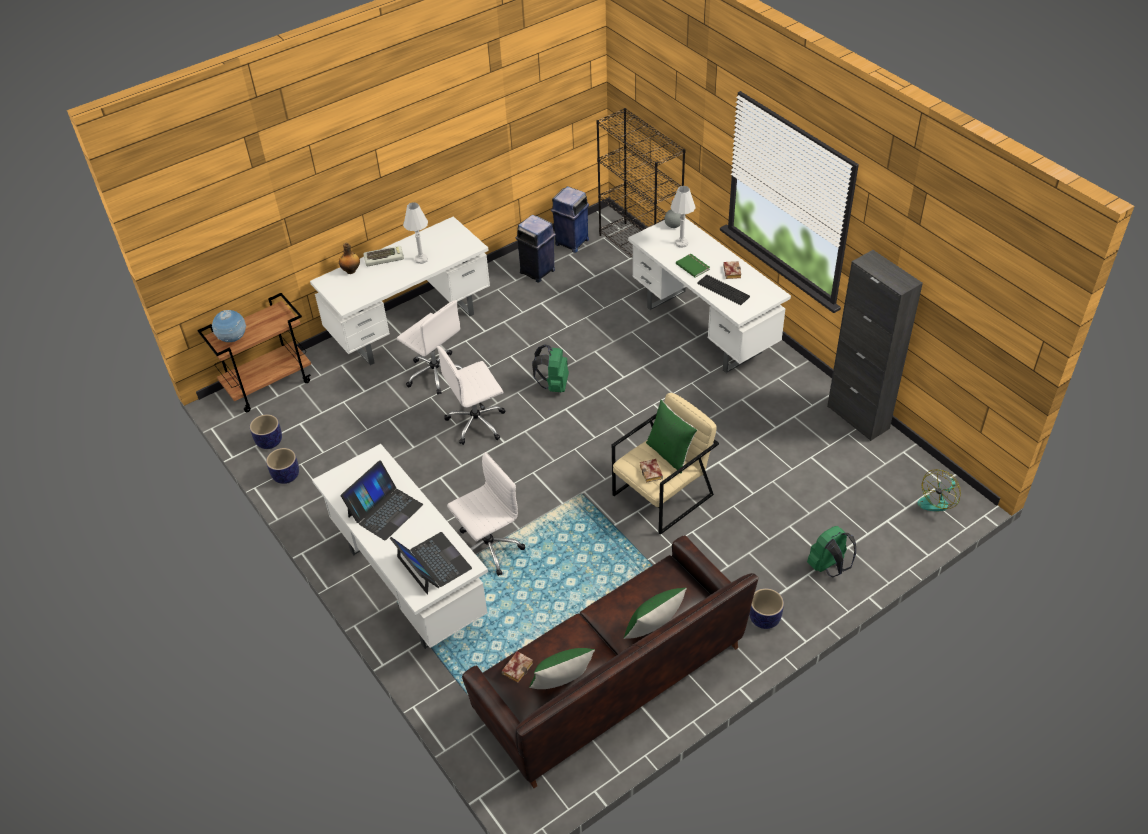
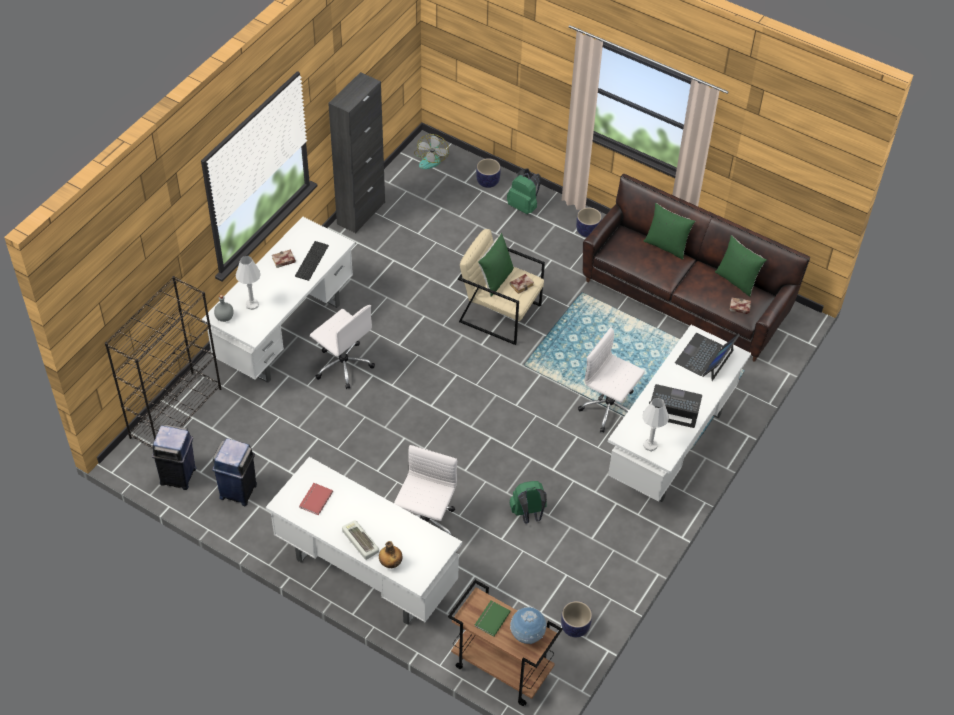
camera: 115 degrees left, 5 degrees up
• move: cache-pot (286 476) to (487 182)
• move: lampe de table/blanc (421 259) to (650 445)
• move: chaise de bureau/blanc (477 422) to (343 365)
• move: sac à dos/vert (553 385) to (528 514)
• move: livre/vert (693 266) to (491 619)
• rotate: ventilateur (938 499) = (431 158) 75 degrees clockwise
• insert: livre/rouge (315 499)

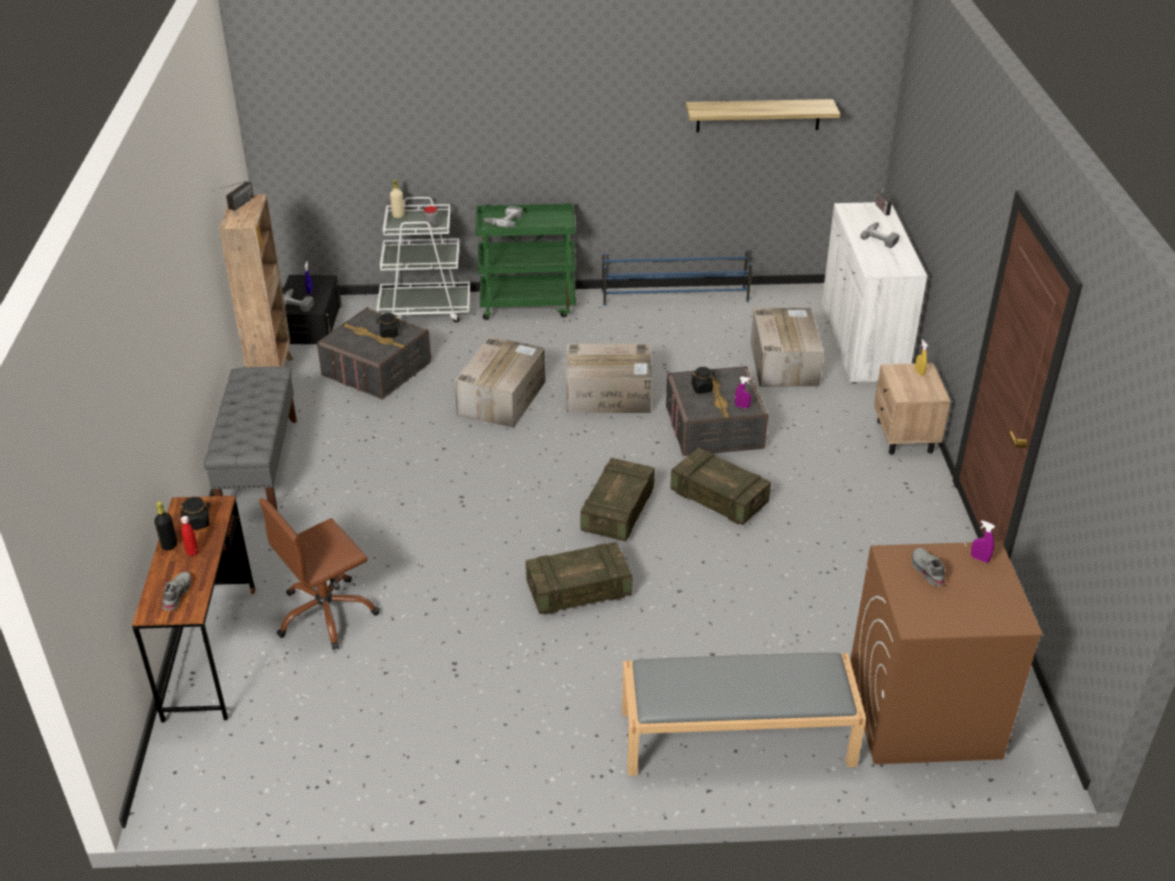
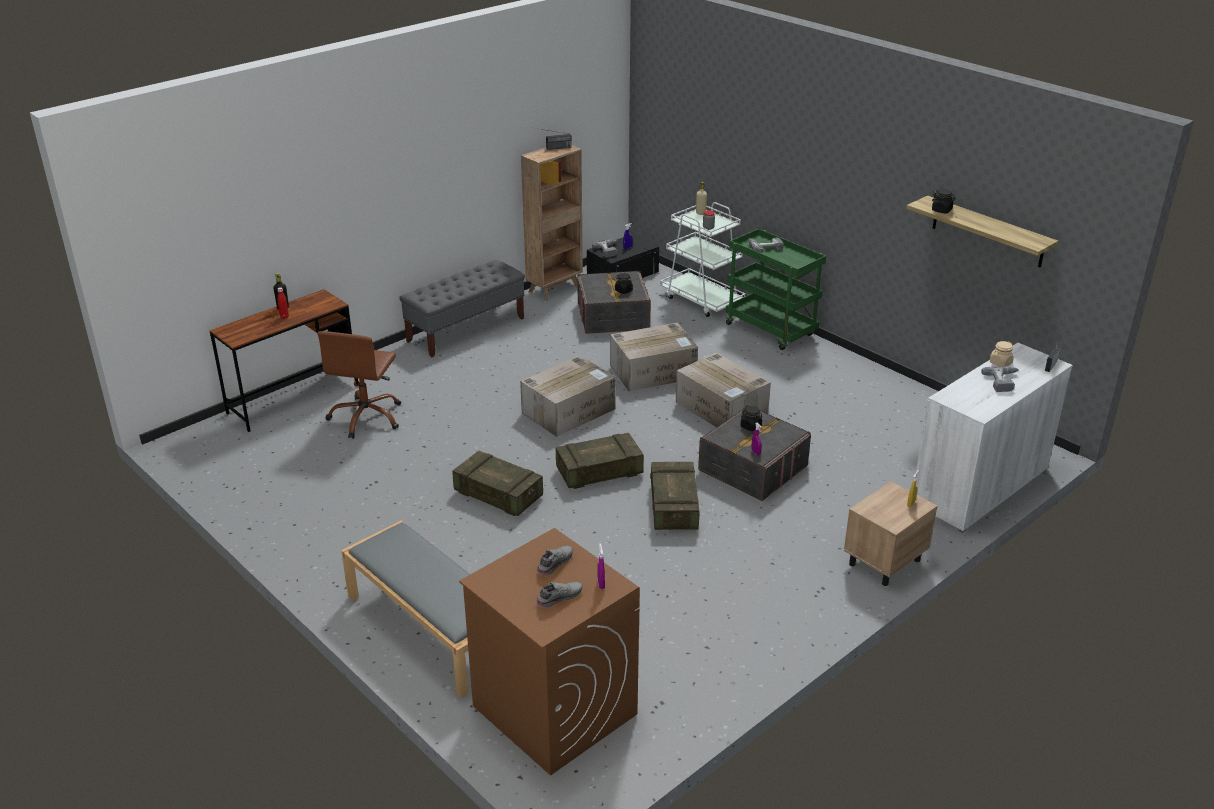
camera: 50 degrees right, 5 degrees down
• move: chaussure/gris (176 594) to (558 597)
• move: bocal/noir (198 523) to (942 210)
• rotate: chaise de bureau/marron (326 614) = (366 417) 90 degrees counterclockwise
• delete: étagère à chaussures/bleu (675 296)
• move: carton (783 362) to (569 410)
• insert: bocal/beige (1000 363)

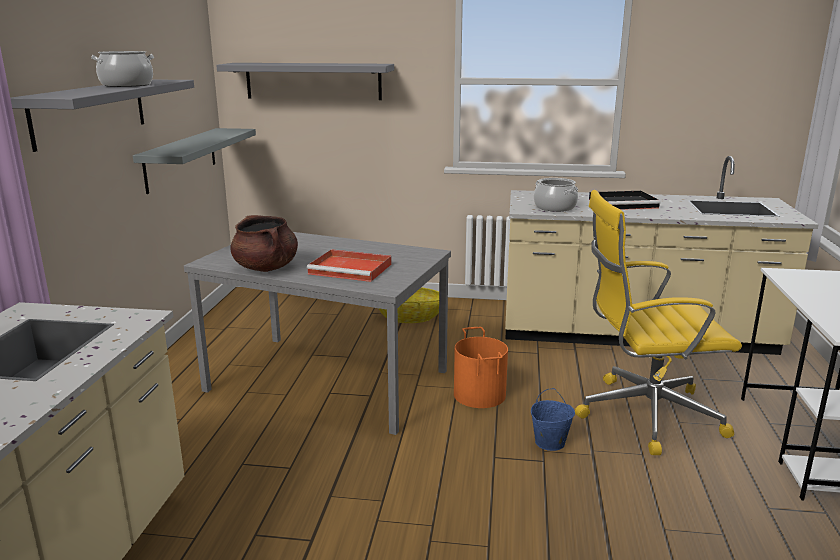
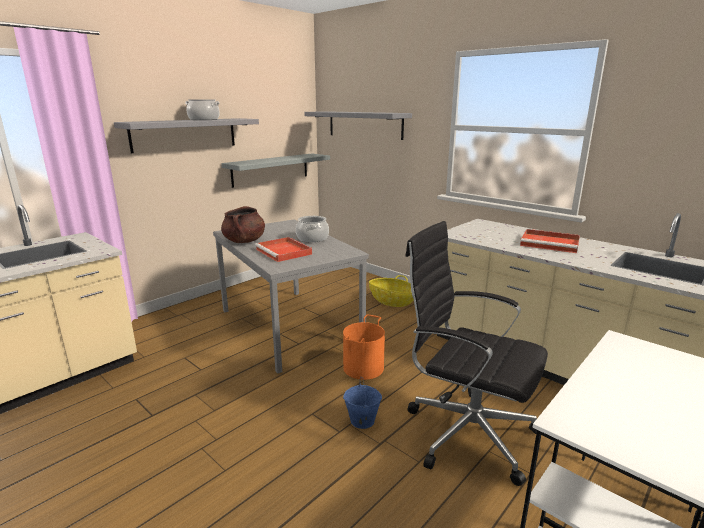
camera: 35 degrees right, 0 degrees up
• move: marmite (555 207) to (313 238)
• recolor: chaise de bureau/jaune (644 414) to chaise de bureau/noir (466 432)
• recolor: plateau/noir (624 203) to plateau/rouge (551 243)

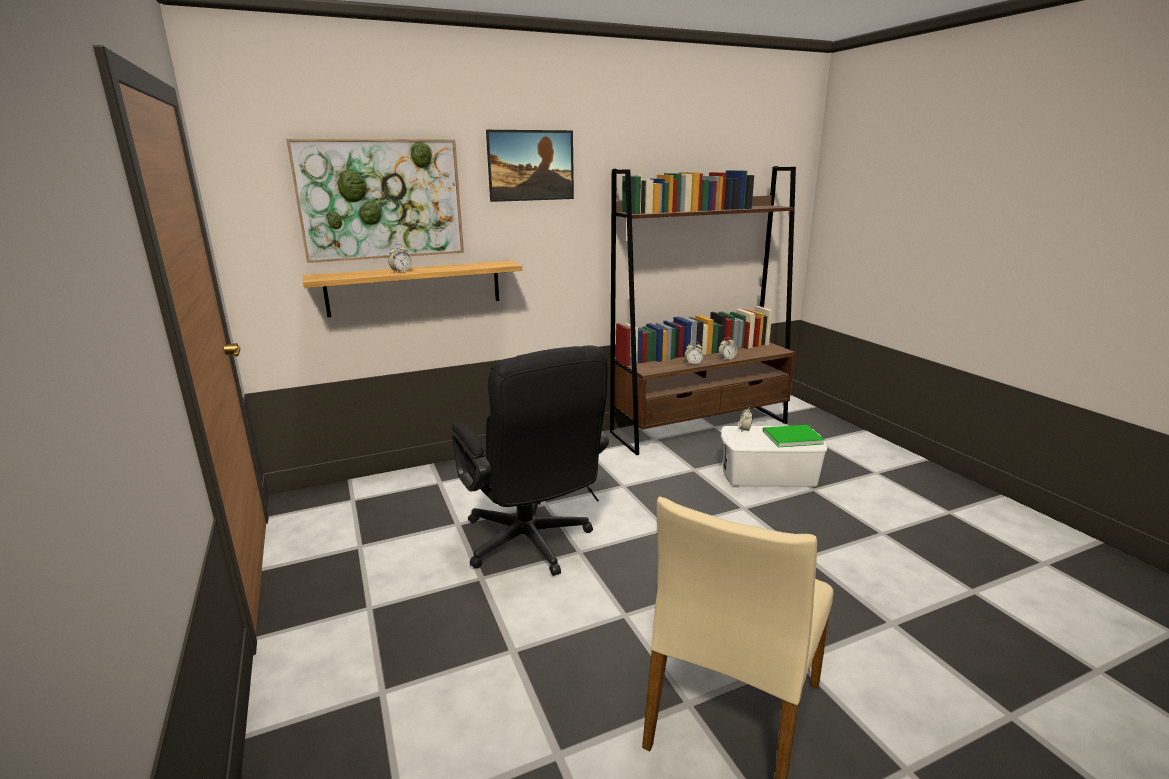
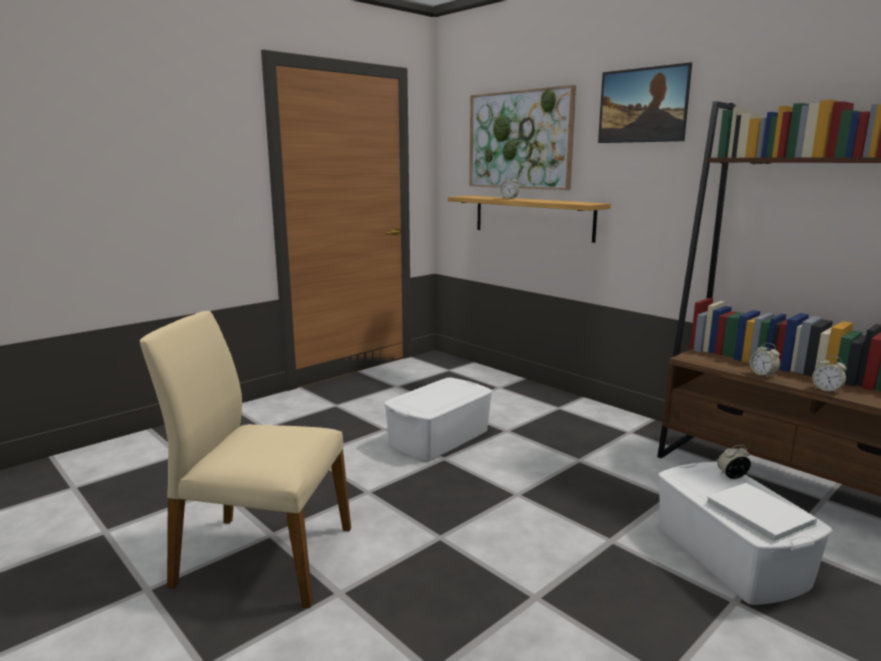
camera: 70 degrees right, 5 degrees down
• replace: chaise de bureau/noir (531 545) to boîte de rangement/blanc (438 438)
• recolor: livre/vert (790 437) to livre/blanc (758 512)

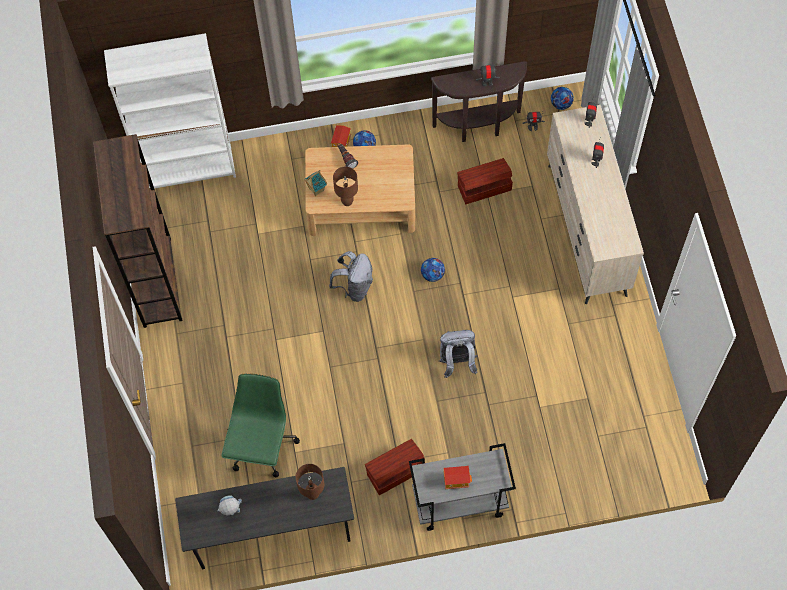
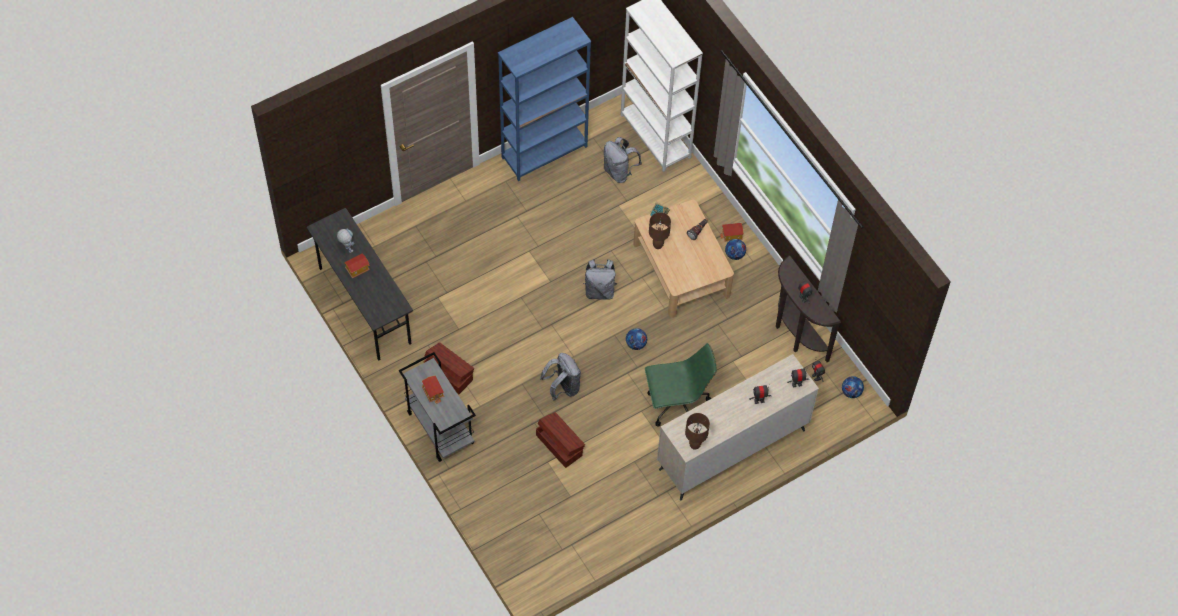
camera: 65 degrees right, 5 degrees down
• recolor: bibliothèque/marron (157 282) to bibliothèque/bleu (544 152)
• move: chaise de bureau/vert (262 447) to (676 405)
• move: lampe de table/marron (313 494) to (694 445)
• move: boîte de rangement/marron (483 187) to (559 444)
• insert: maison miniature (357 269)
• insert: sac à dos/gris (619 172)

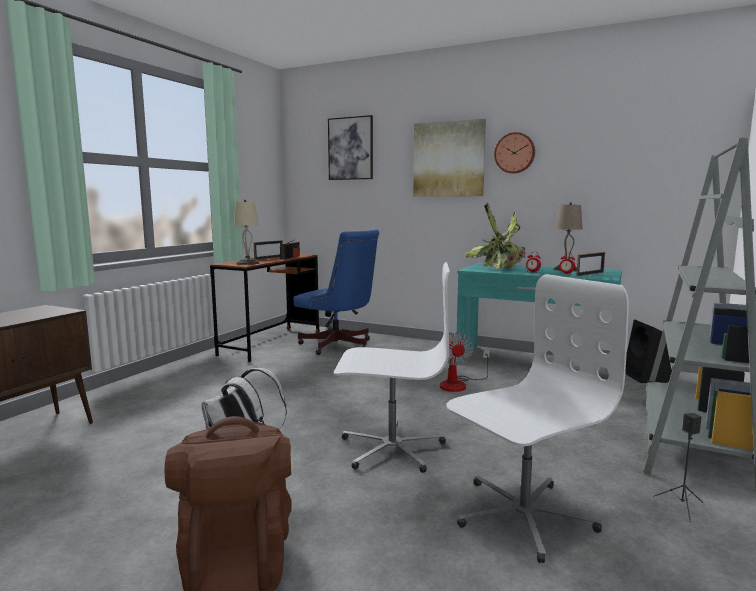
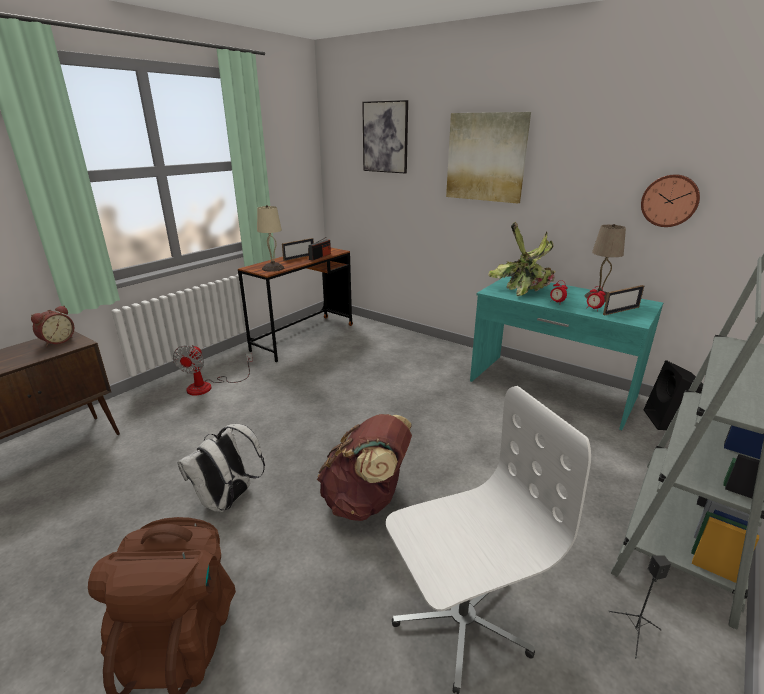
camera: 10 degrees right, 15 degrees up
• delete: chaise de bureau/bleu (339 346)
• replace: chaise de bureau/blanc (391 448) to sac à dos/marron (366 501)
• move: ventilateur (459 384) to (208 386)
• move: horloge murale (515 153) to (670 200)
• insert: réveil (57 341)

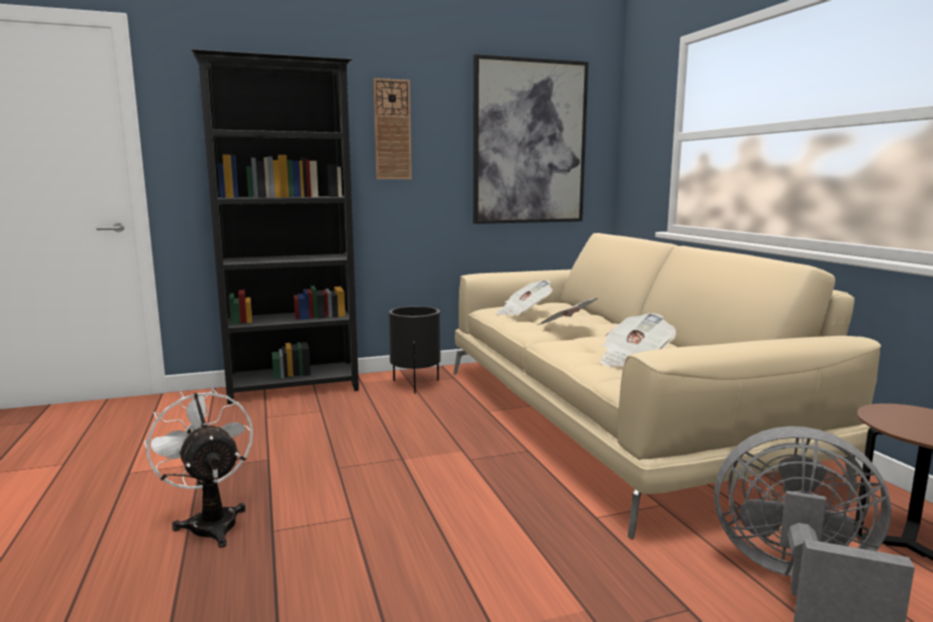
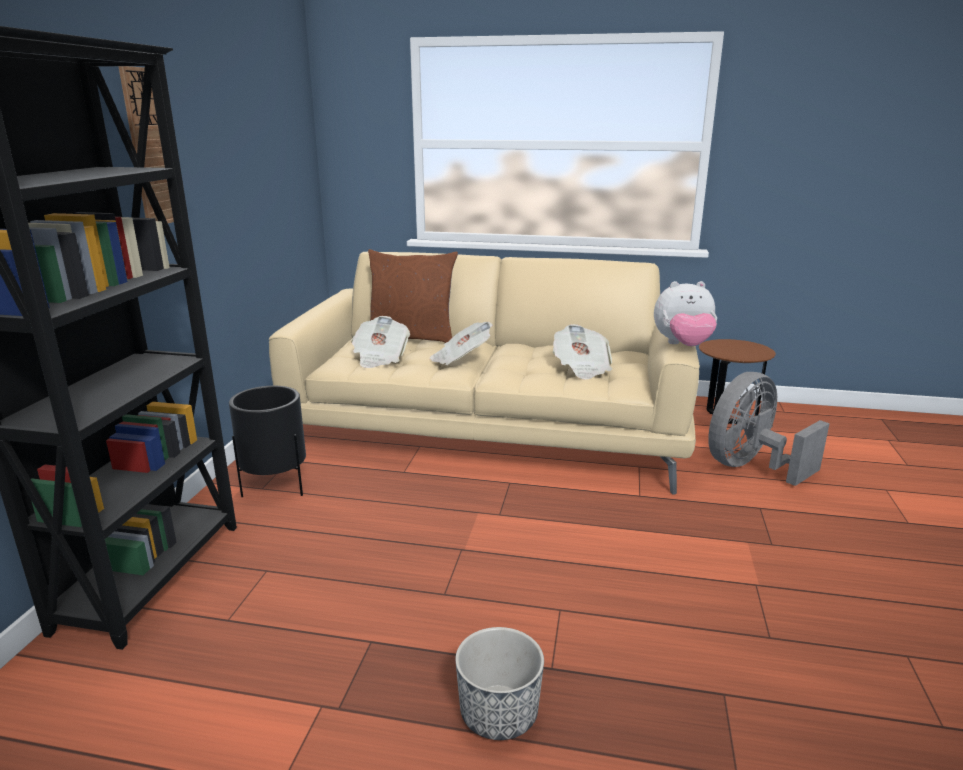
camera: 60 degrees left, 10 degrees up
• replace: ventilateur/blanc (211 522) to cache-pot (499 714)
• delete: tableau (529 142)
• insert: coussin/marron (411 337)
• insert: peluche (683 345)

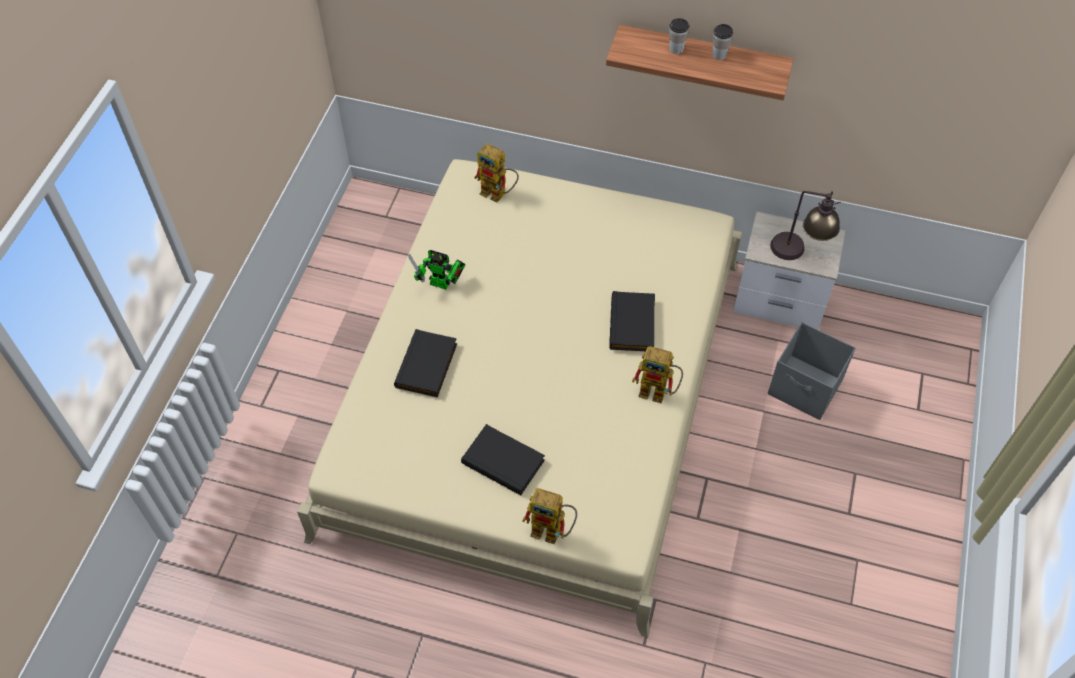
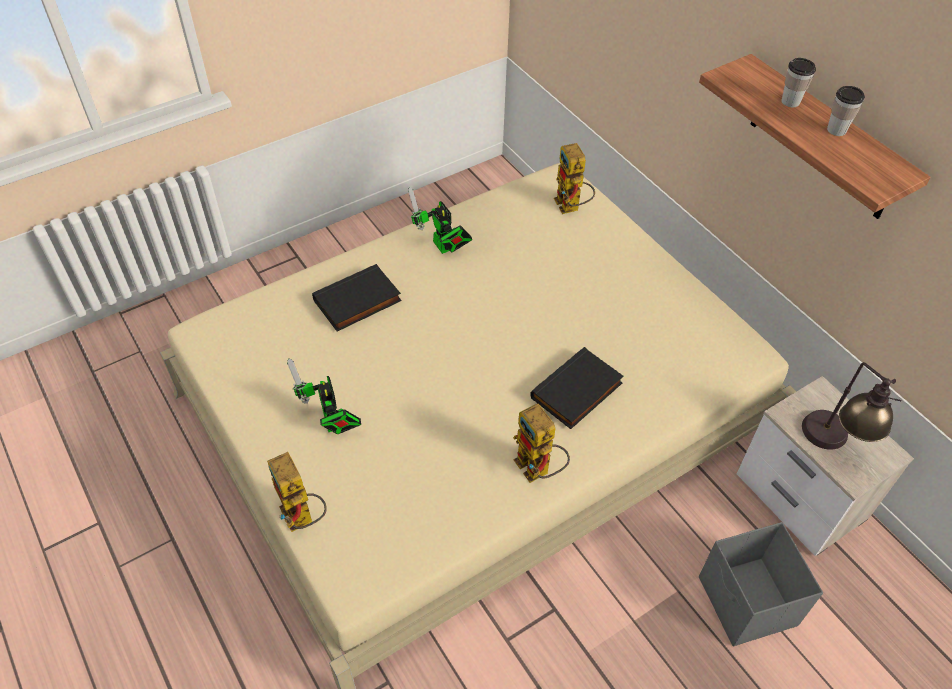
camera: 40 degrees right, 5 degrees down
• replace: livre/noir (504 461) to robot jouet (332 425)

